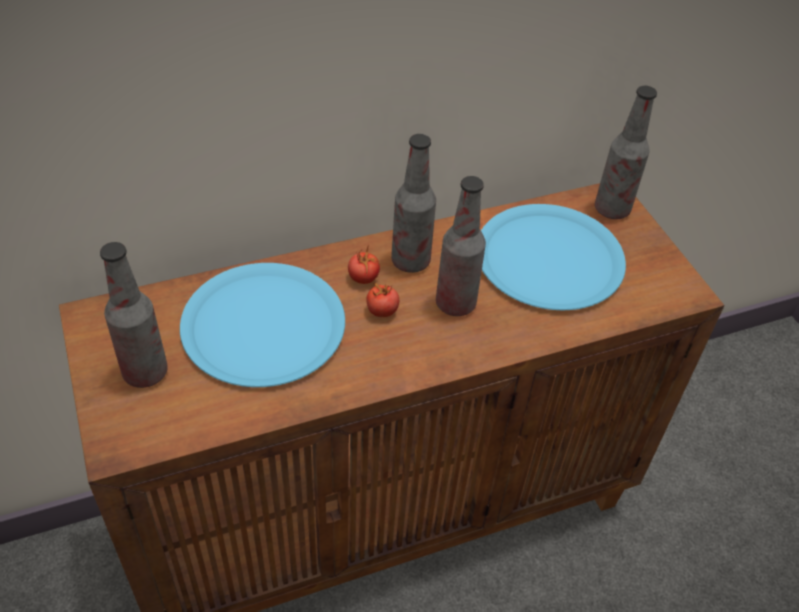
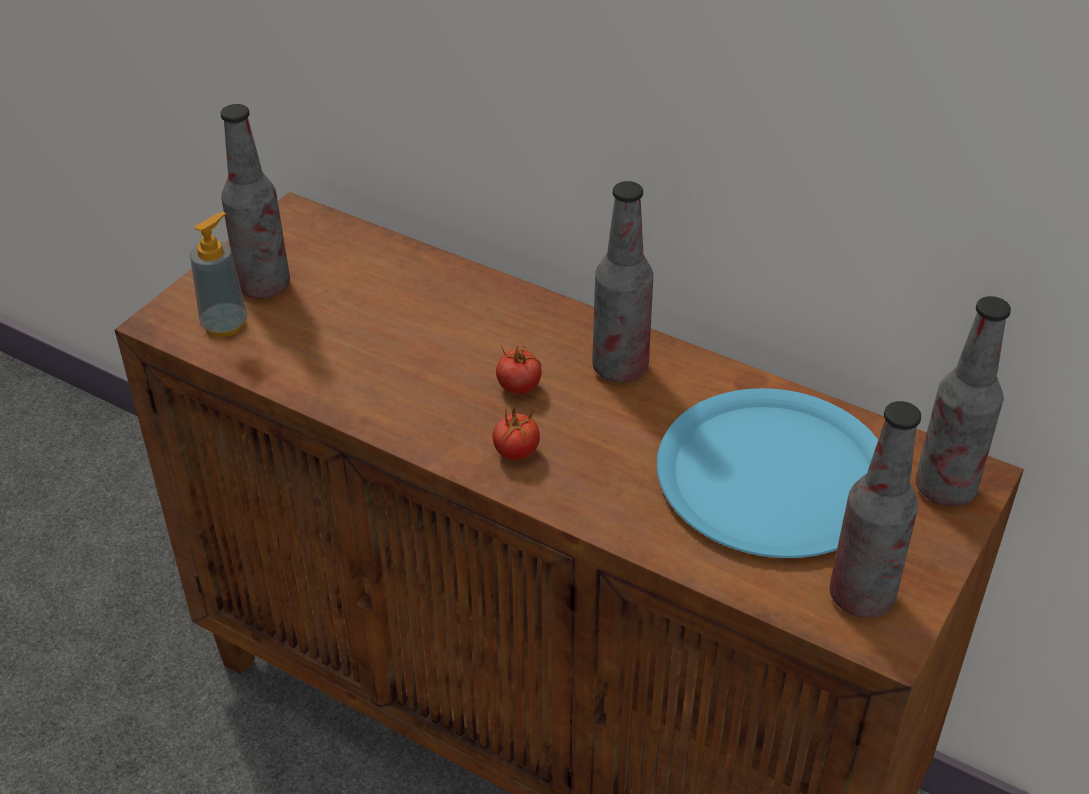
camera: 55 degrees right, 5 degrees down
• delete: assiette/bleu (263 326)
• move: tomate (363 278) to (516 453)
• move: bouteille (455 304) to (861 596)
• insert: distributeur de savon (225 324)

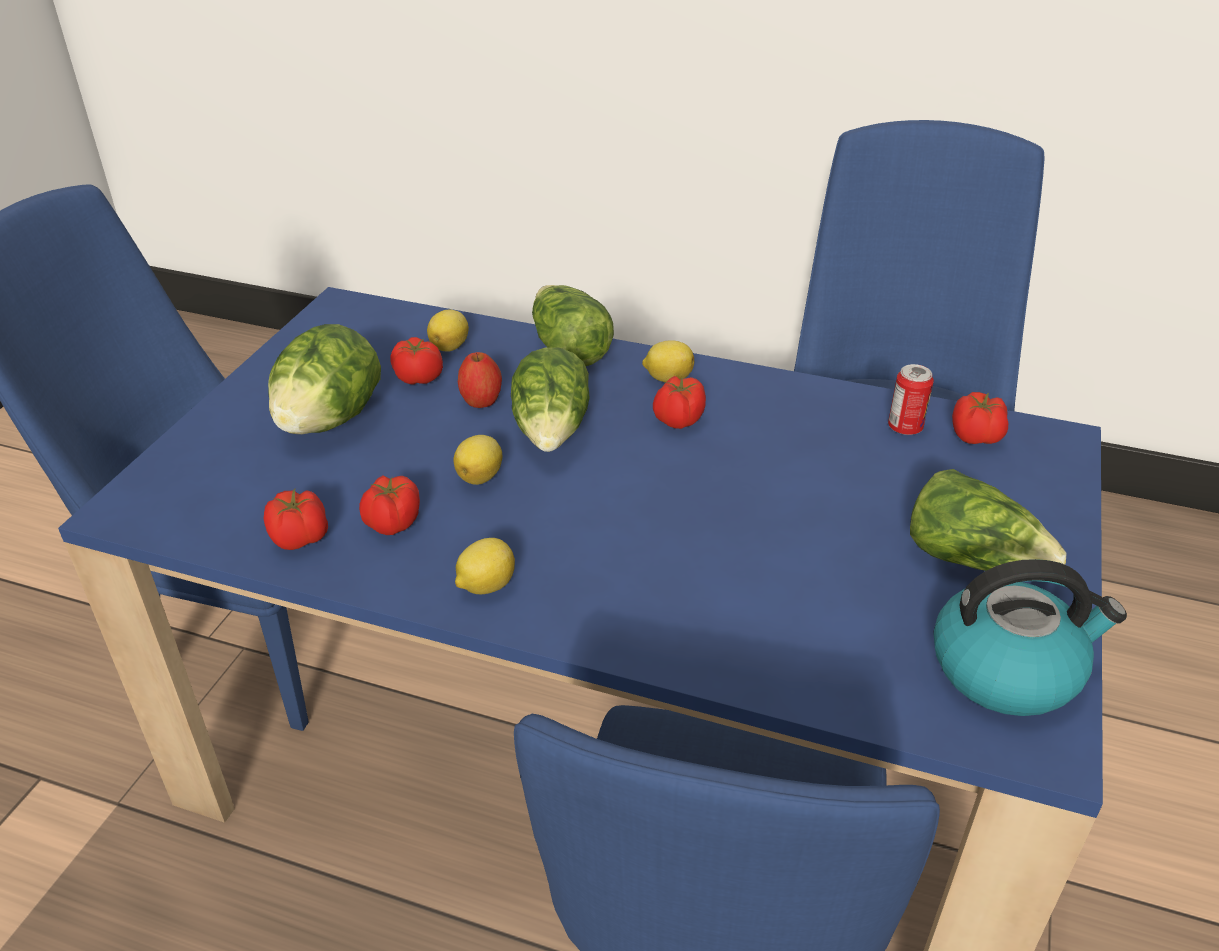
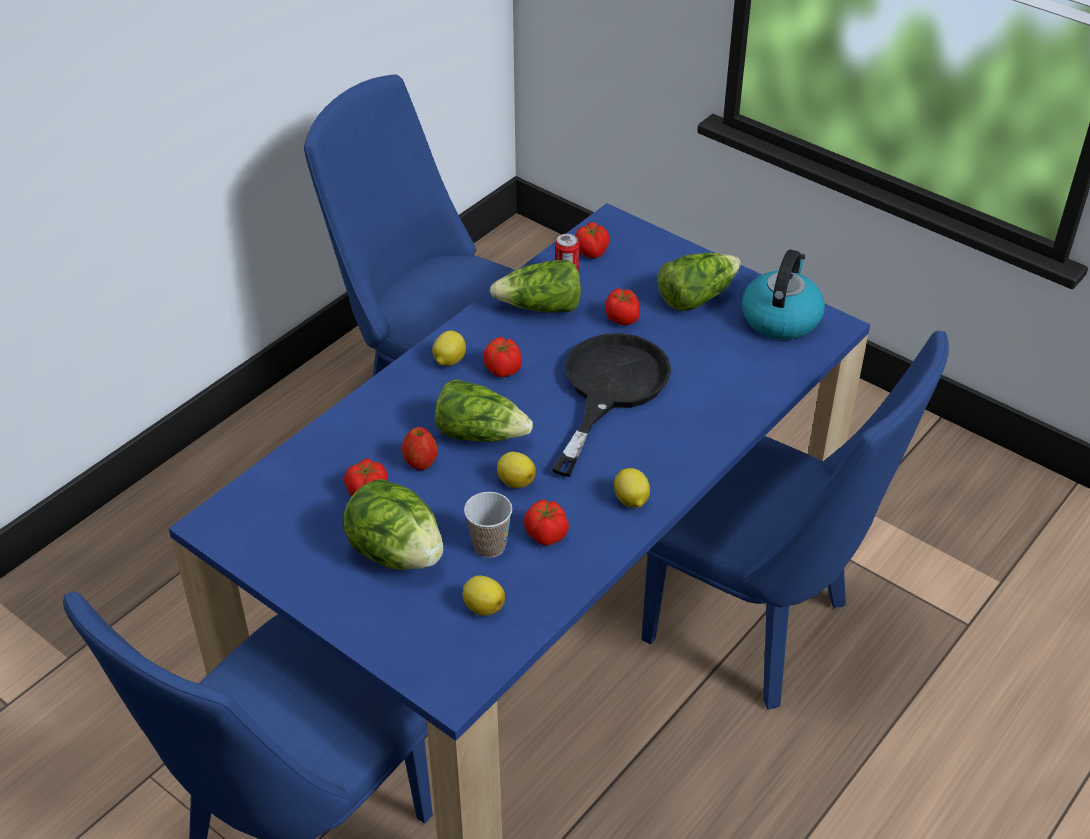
camera: 70 degrees left, 5 degrees up
• move: tomate (301 538) to (622 319)
• move: citron (450 346) to (483 606)
• move: laitue (568 349) to (541 308)
• insert: tasse (489 546)
• insert: poêle/noir (609 389)

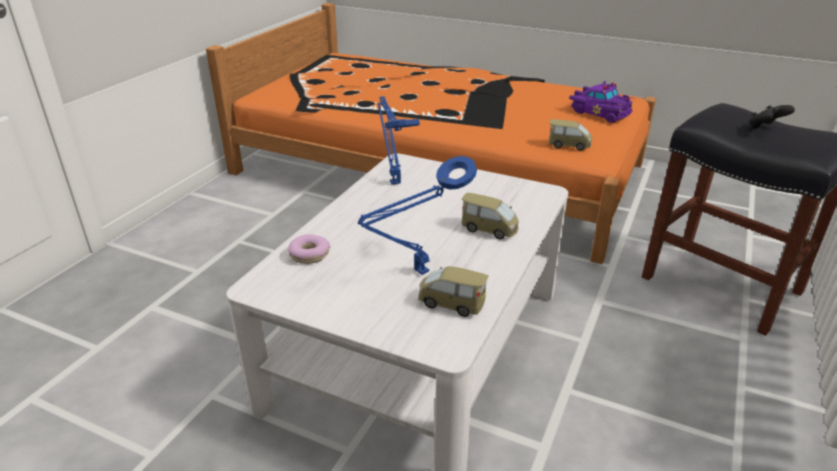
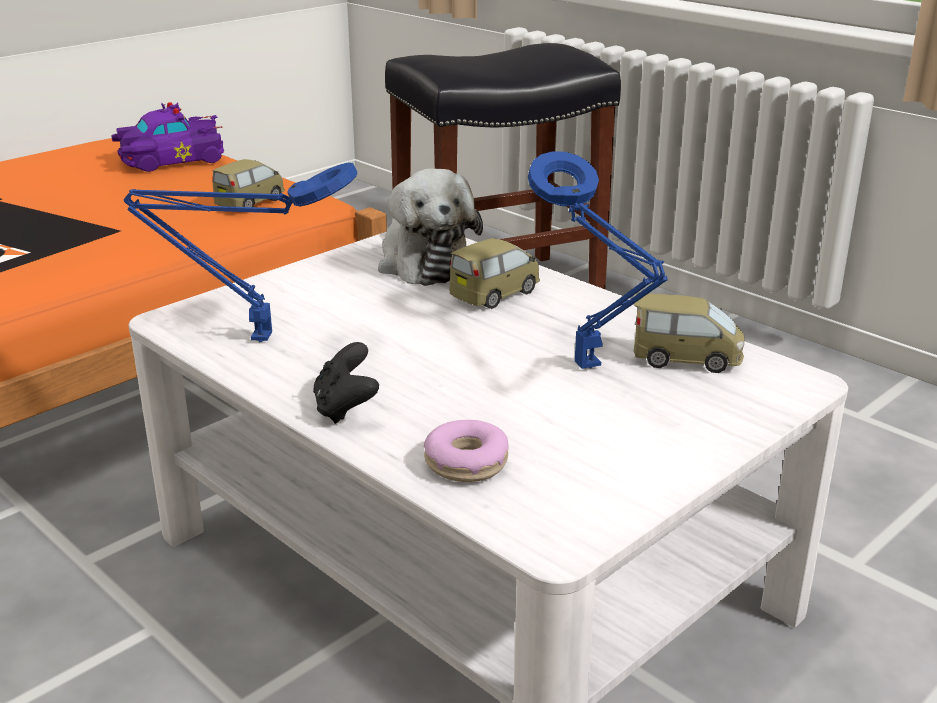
camera: 70 degrees left, 5 degrees down
• rotate: petite voiture (451 303) = (685 358) 120 degrees counterclockwise
• move: manette/noir (766 128) to (345 408)
• insert: peluche (424 262)

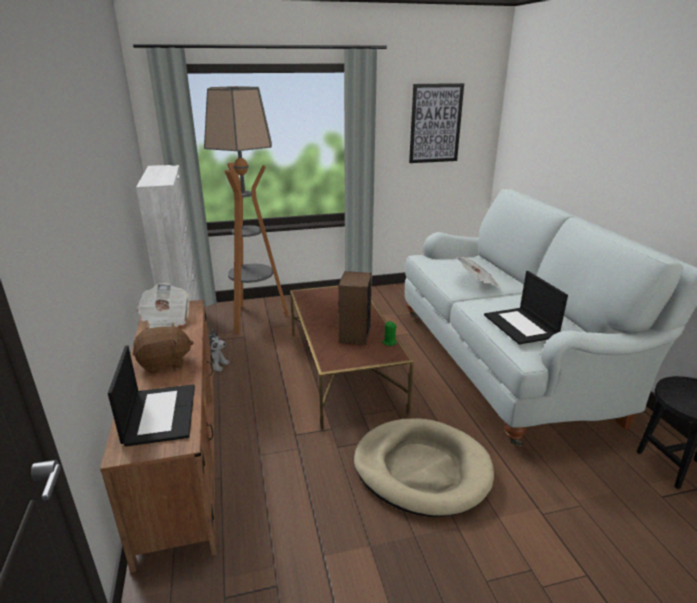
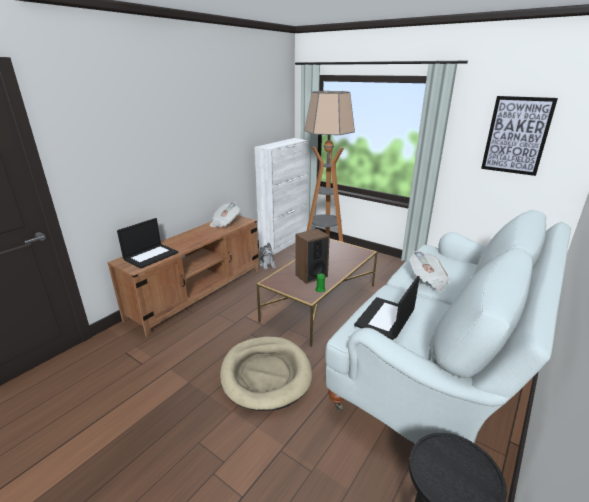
camera: 50 degrees right, 0 degrees up
• delete: peluche/marron (164 363)

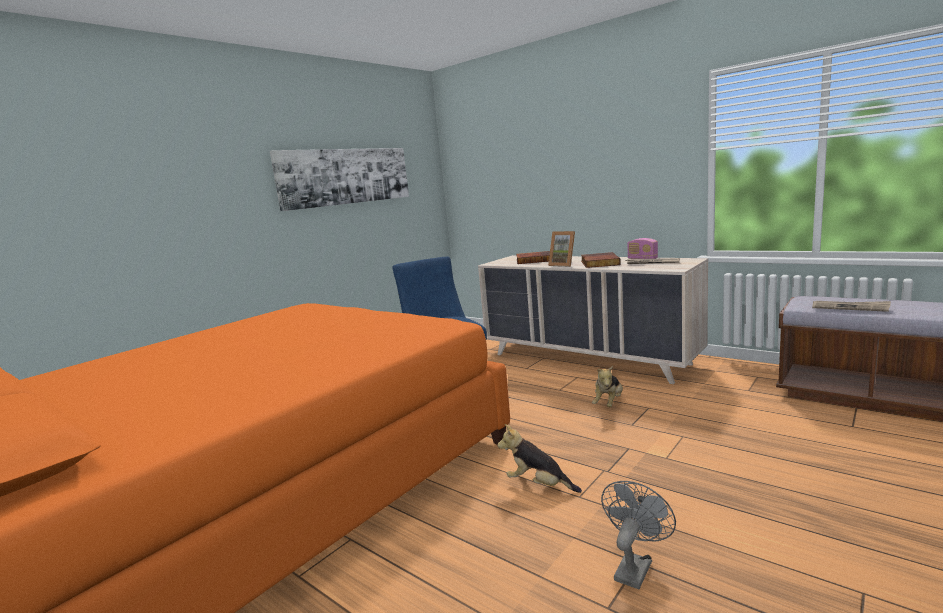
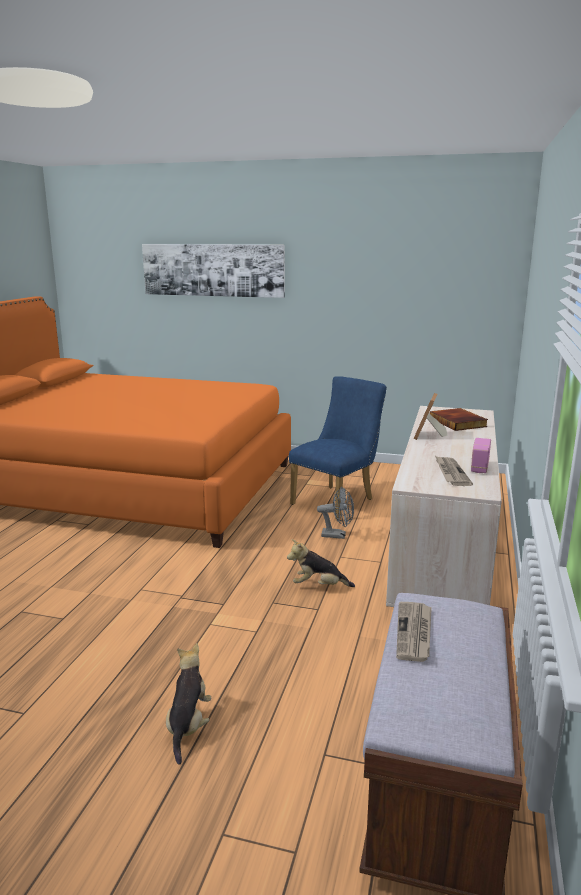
camera: 65 degrees right, 5 degrees up
• move: tableau (346 176) to (213 270)
• move: peluche (538 484) to (188 725)
• delete: livre (598 263)
• move: ventilateur/gris (634 566) to (337 535)

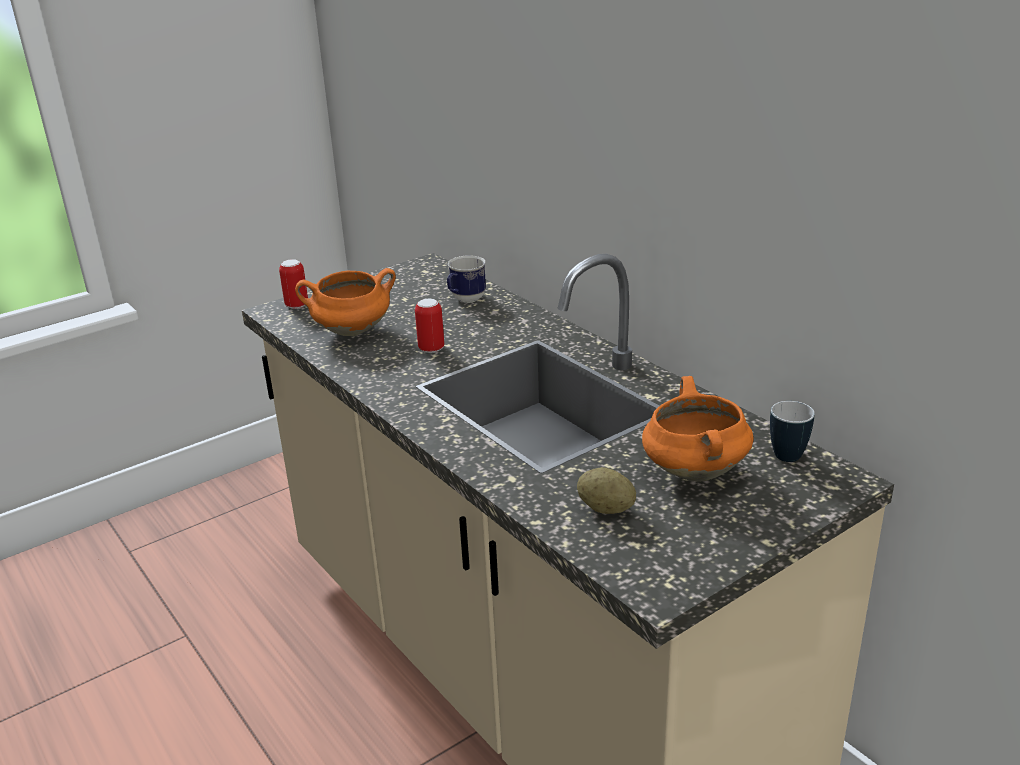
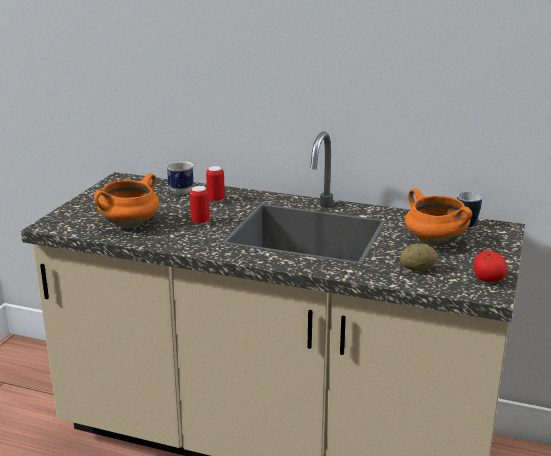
camera: 35 degrees left, 5 degrees down
• move: boîte métallique (297 305) to (216 200)
• insert: tomate (487 279)

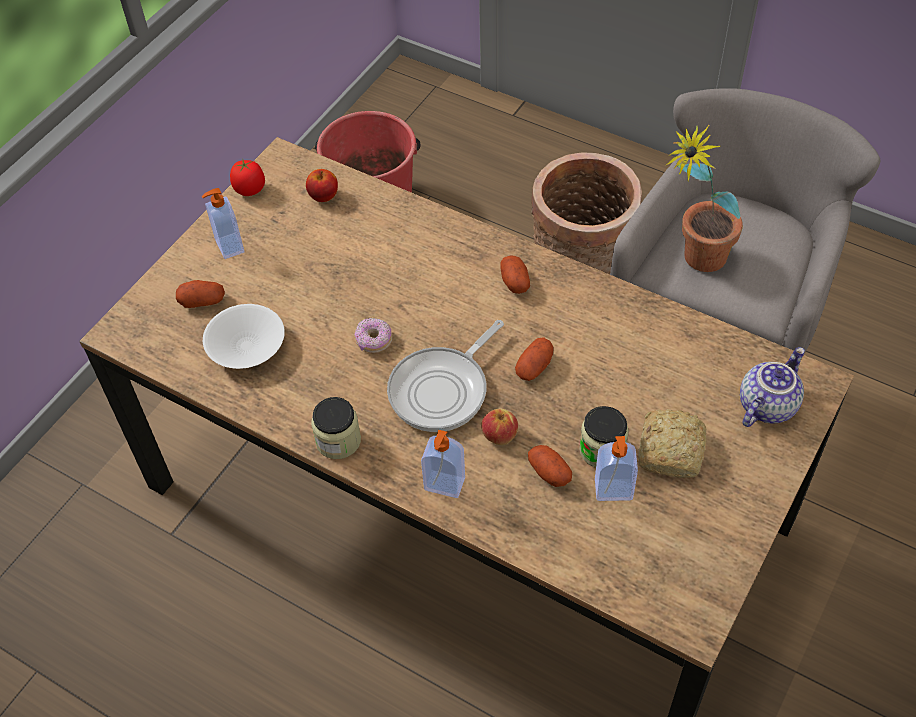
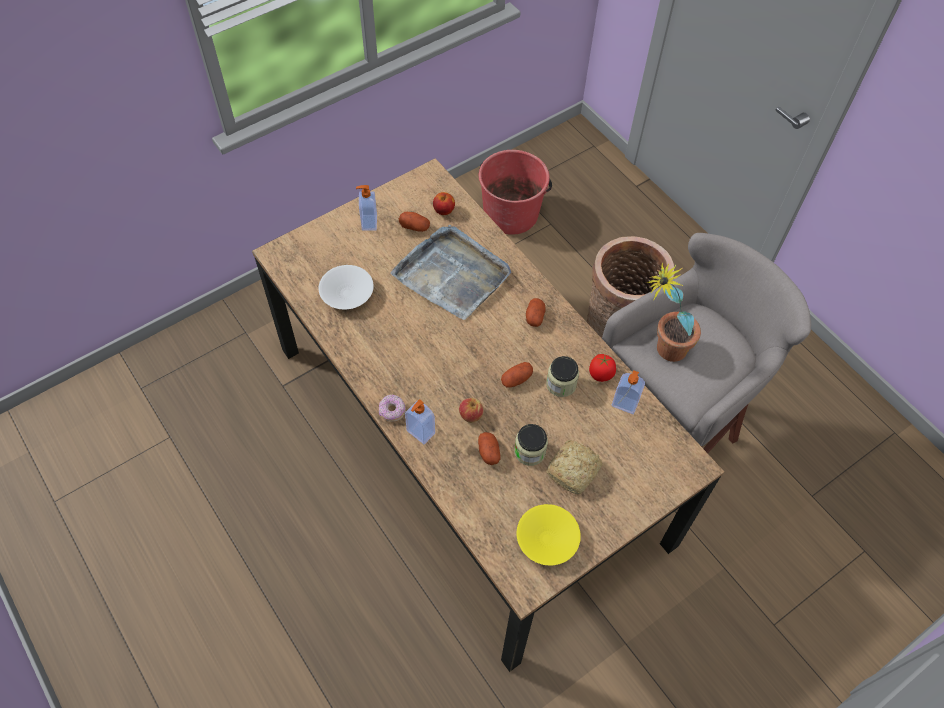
camera: 20 degrees right, 5 degrees up
• move: pomme de terre (202 301) to (414 227)
• move: tomate (250 189) to (601 374)
• move: bocal (338 440) to (561 384)
• move: beignet (373 341) to (392 411)
• delete: poêle (442 390)
• move: distributeur de savon (613 491) to (624 404)
• delete: théière (766 404)
• insert: plateau/gris (452 274)
• insert: bol/jaune (546 540)

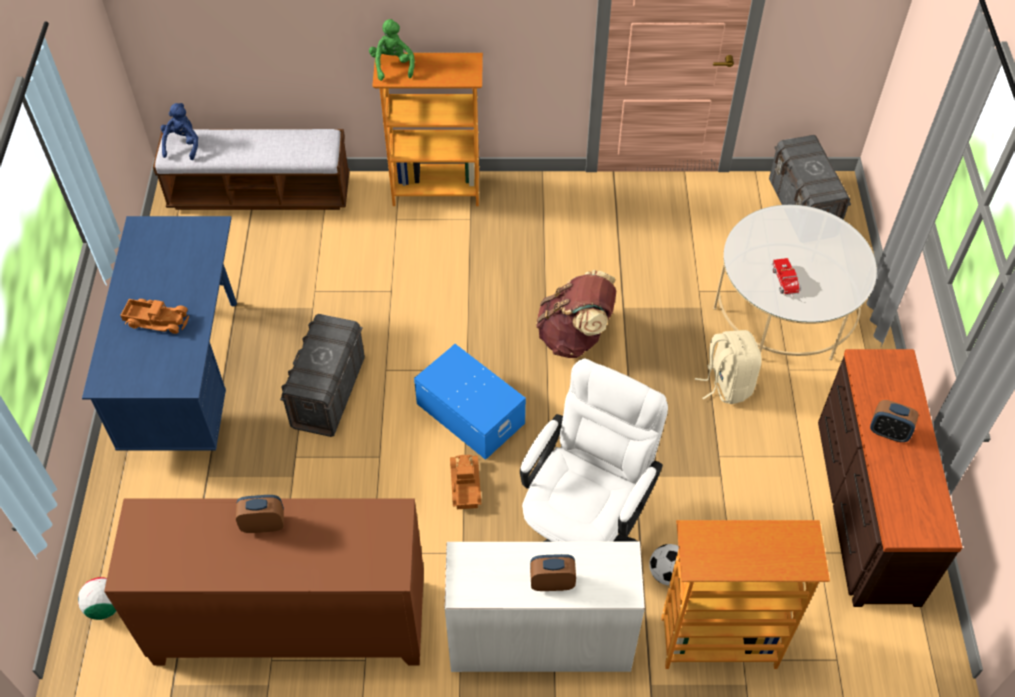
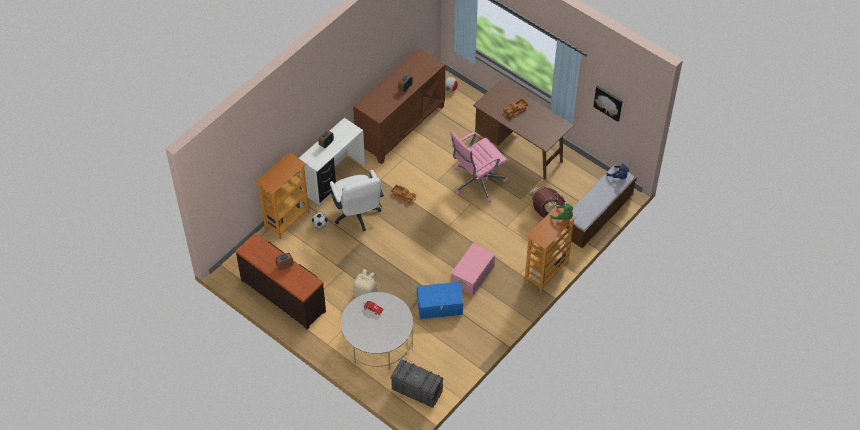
camera: 130 degrees right, 0 degrees up
• recolor: bureau/bleu (189 379) to bureau/marron (520 149)
• replace: boîte de rangement/gris (328 393) to chaise de bureau/rose (477 182)
• move: boîte de rangement/bleu (471 412) to (440 306)
• move: sac à dos/marron (575 337) to (546 212)
• insert: boîte de rangement/rose (472 274)
• insert: tableau (608 102)

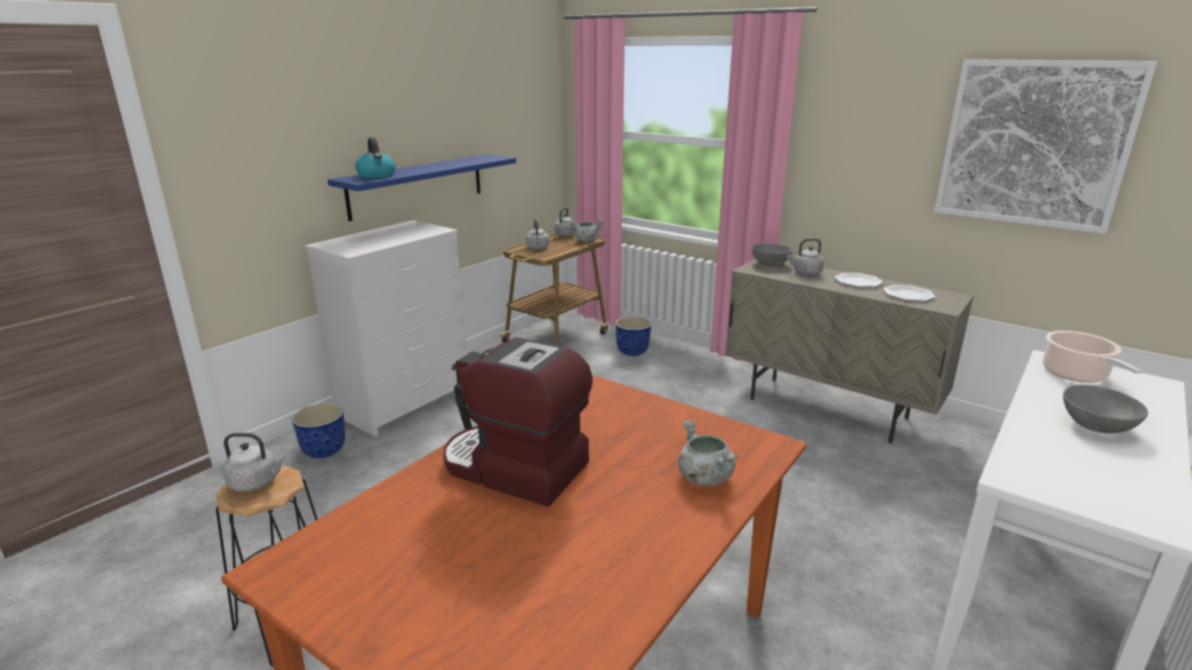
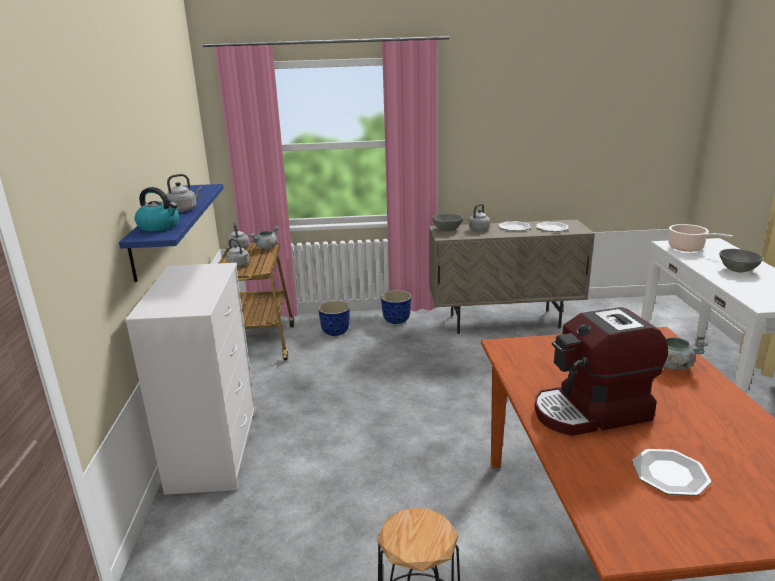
camera: 40 degrees left, 0 degrees up
• move: bouilloire/gris (256 483) to (184 209)
• move: cache-pot (325 451) to (396 320)
• delete: tableau (1034 144)
• insert: assiette (670 473)

